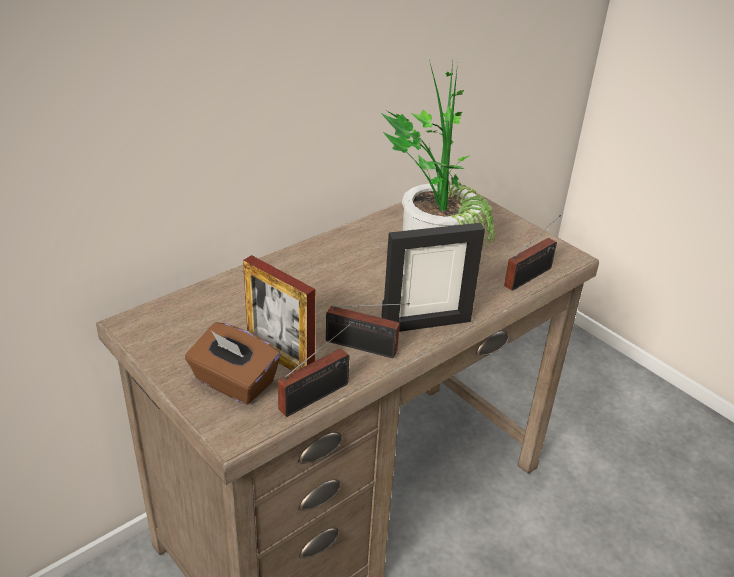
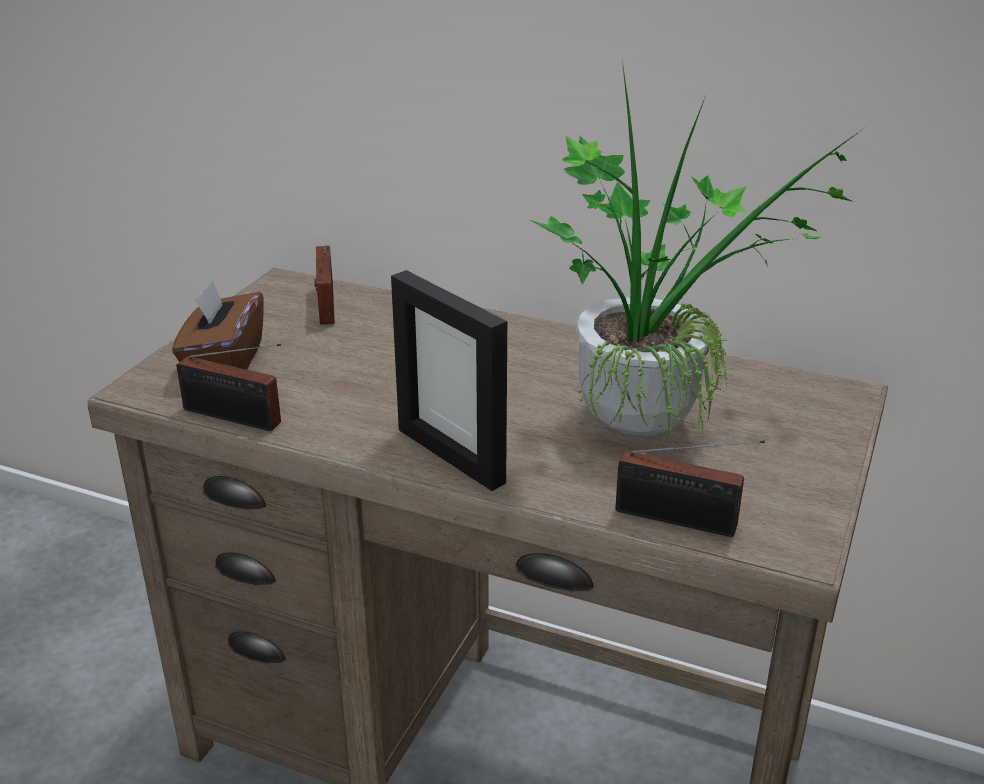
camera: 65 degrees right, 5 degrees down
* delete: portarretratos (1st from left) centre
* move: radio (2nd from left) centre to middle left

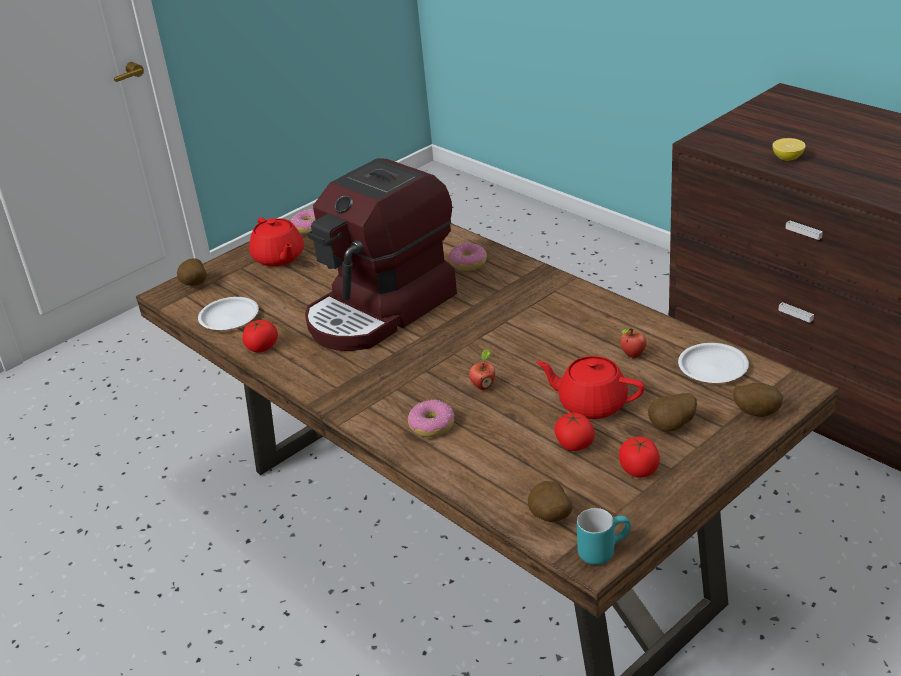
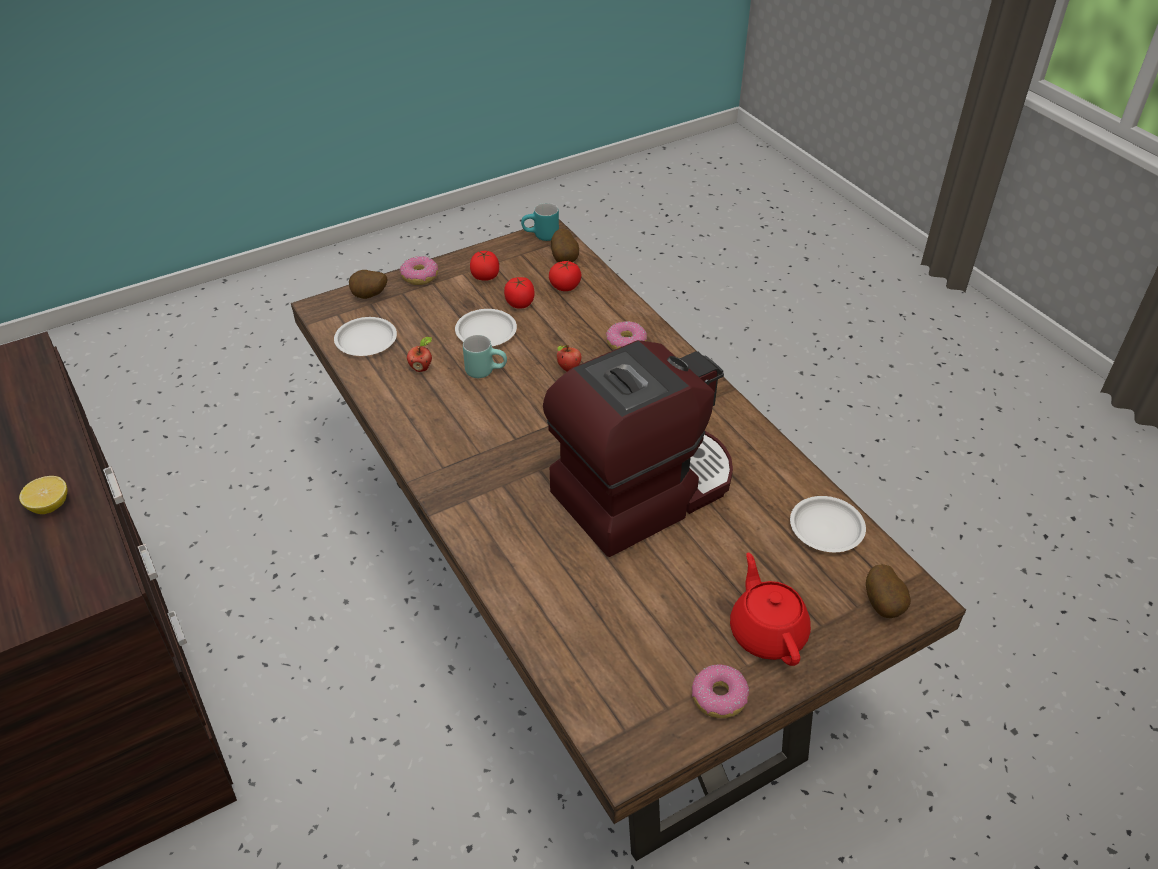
camera: 170 degrees left, 10 degrees up
* move: tomate (1st from left in the first image) middle left to tomate (3rd from left) top centre
* move: rosquilla (3rd from left in the first image) centre to rosquilla (1st from left) top centre
* replace: tetera/rojo (2nd from left) centre to plato/blanco (2nd from left) centre
* delete: patata (3rd from left) middle right
* insert: taza grande/turquesa (1st from left) centre

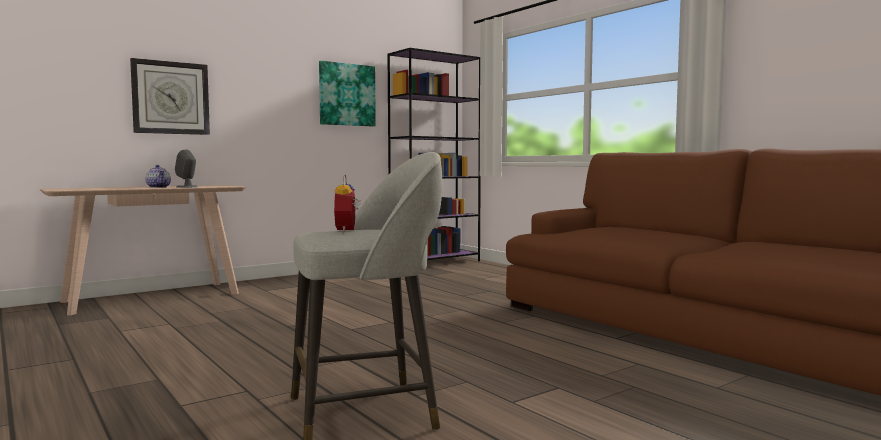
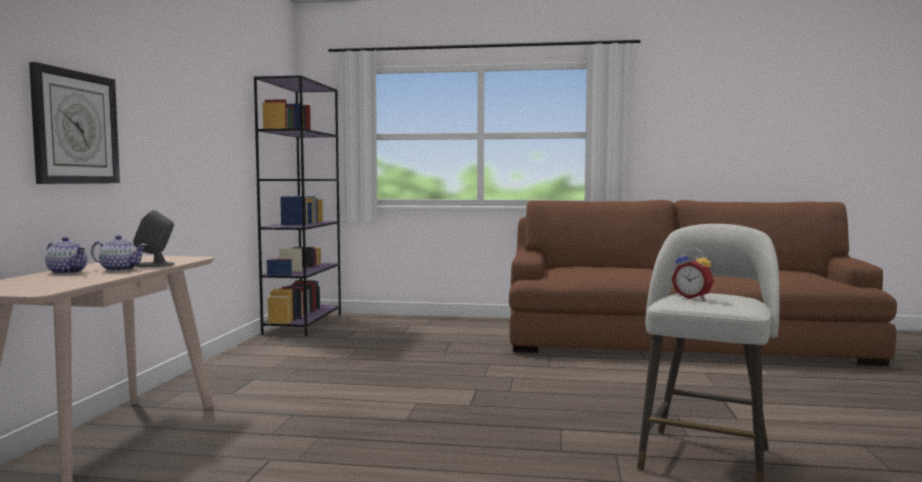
camera: 45 degrees left, 0 degrees up
* delete: cuadro top centre
* insert: tetera (1st from left) middle left

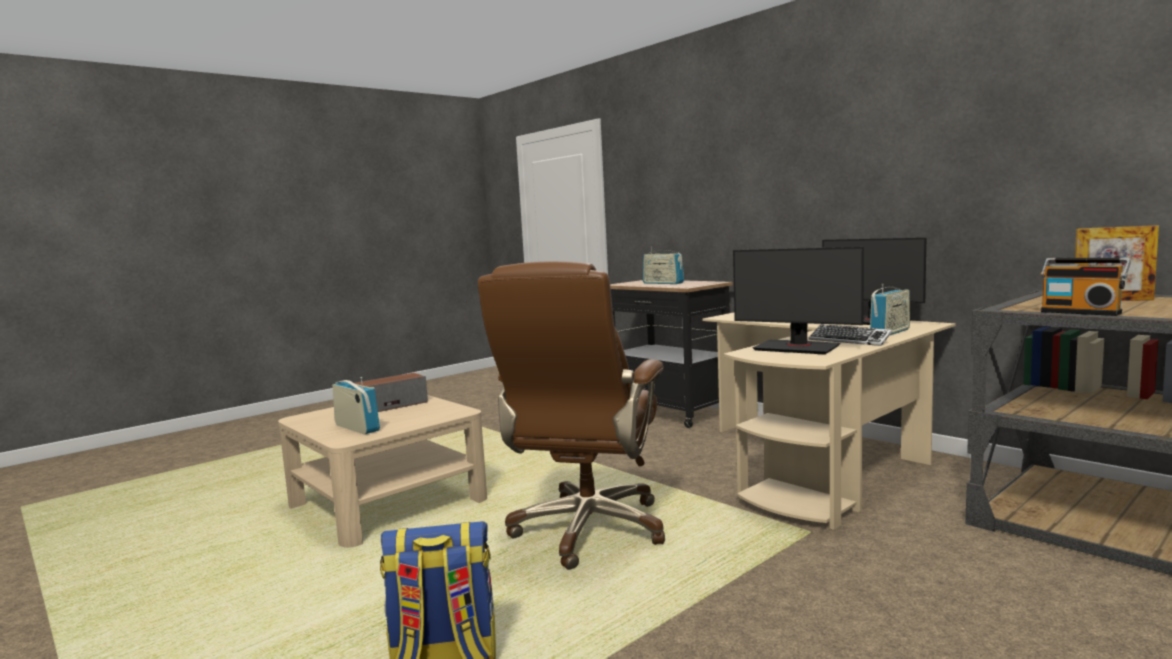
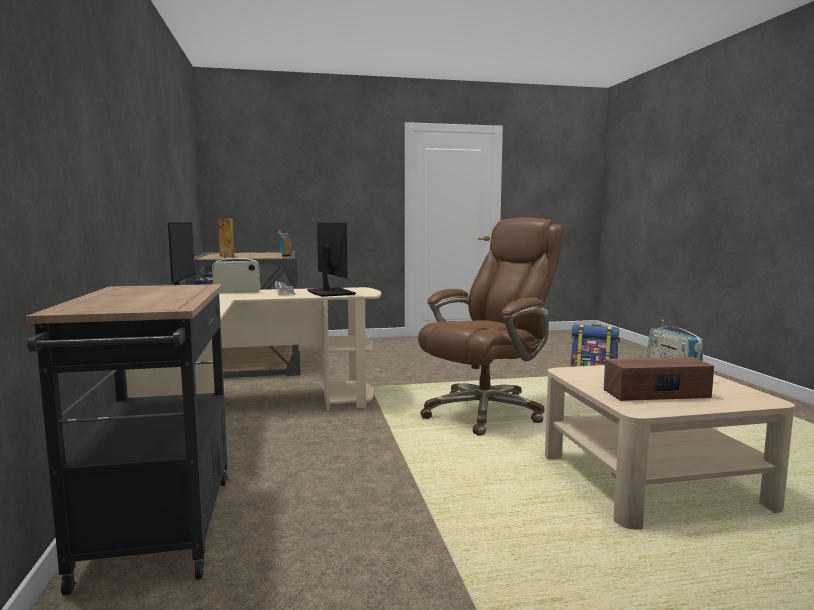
camera: 150 degrees left, 0 degrees up
* delete: radio (2nd from left) centre

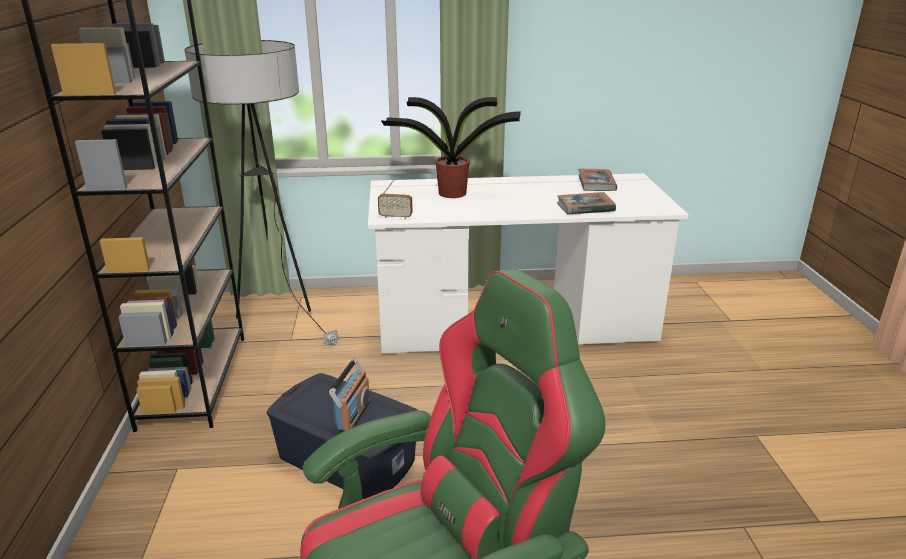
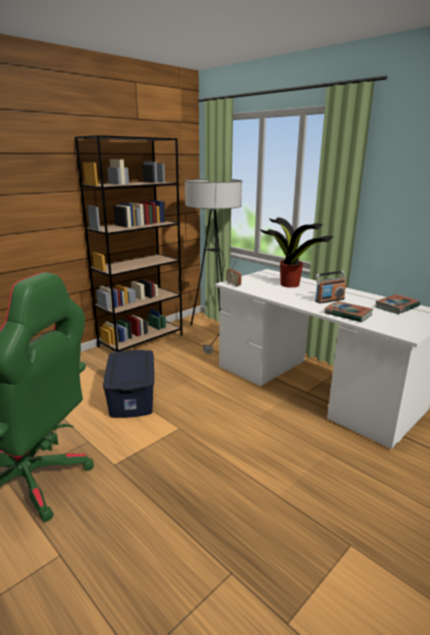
camera: 50 degrees right, 5 degrees down
* move: radio (1st from left in the first image) bottom centre to radio (2nd from left) middle right

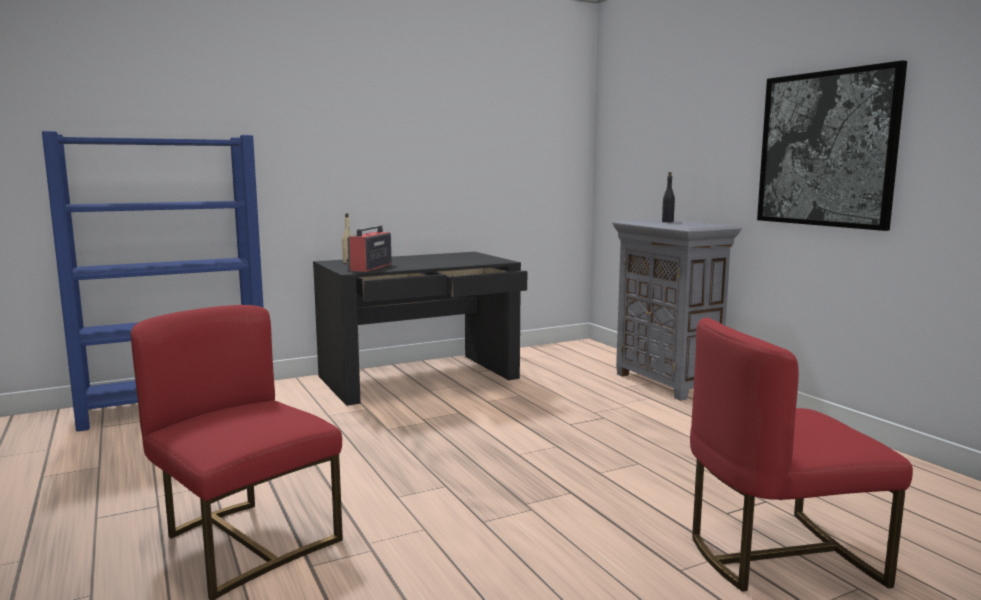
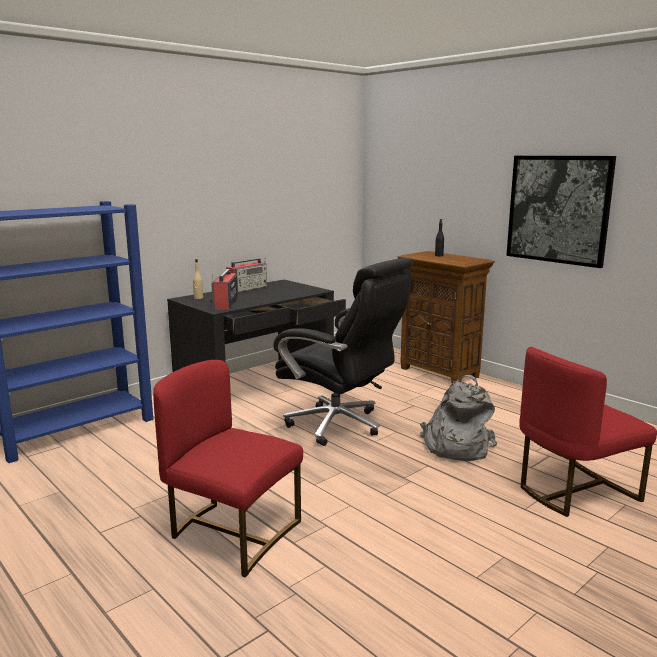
camera: 15 degrees left, 5 degrees up
* recolor: armario/gris middle right to armario/marrón middle right
* insert: radio (2nd from left) centre
* insert: silla de oficina/negro centre
* insert: mochila/gris middle right

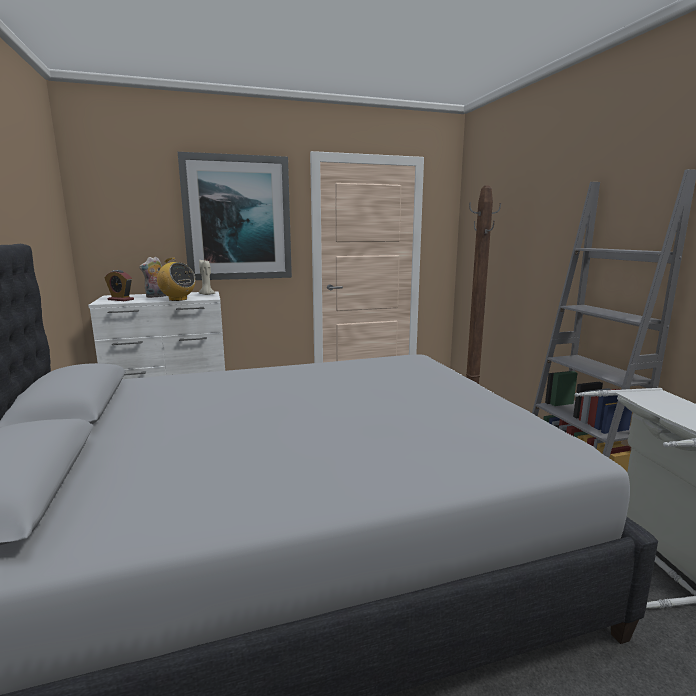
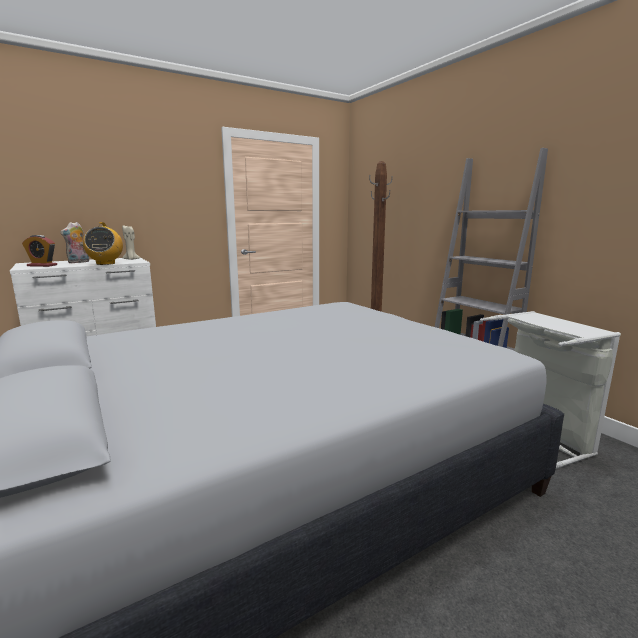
camera: 15 degrees left, 0 degrees up
* rotate: radio middle left = middle left 60 degrees clockwise
* delete: cuadro top centre

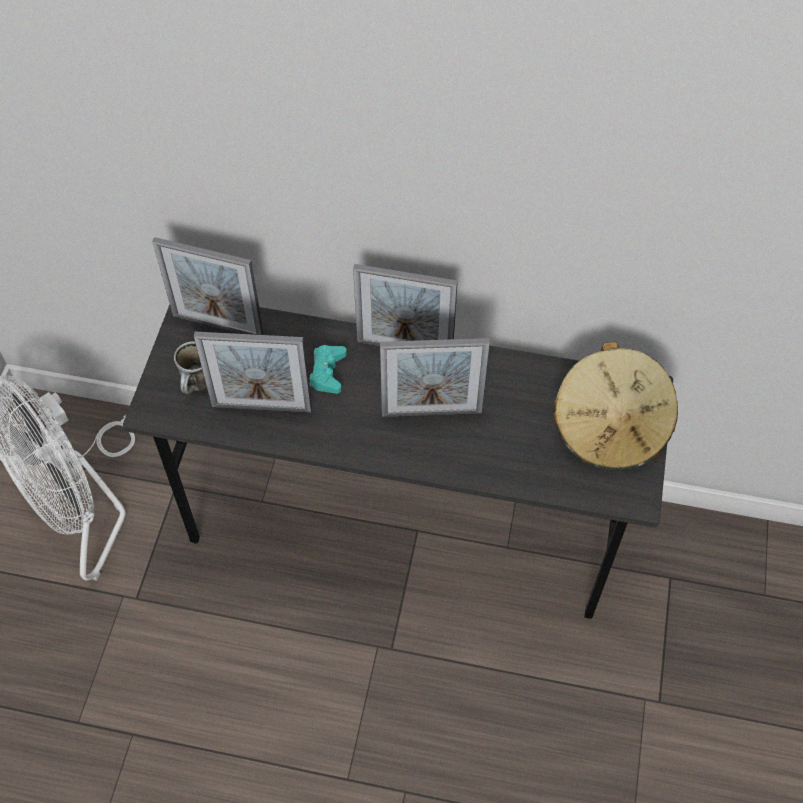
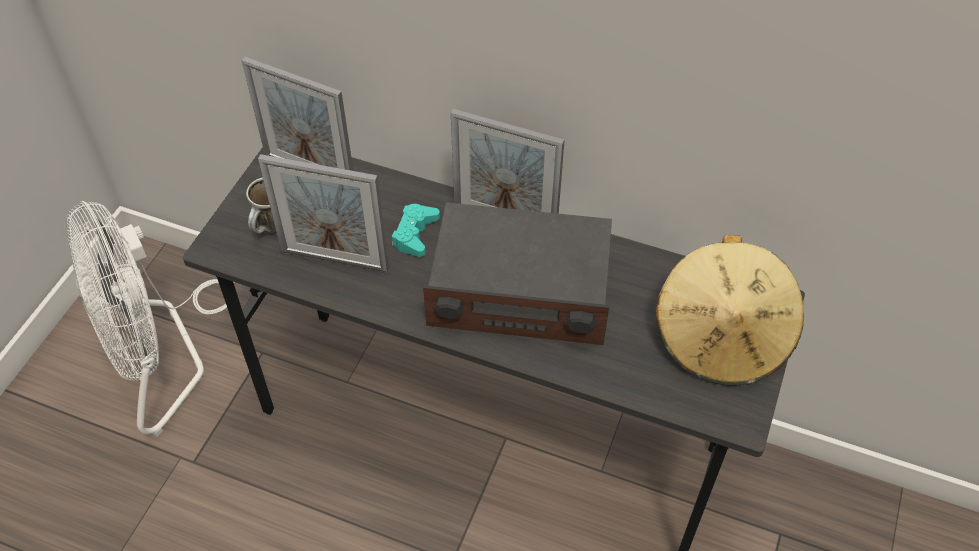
camera: 10 degrees right, 5 degrees down
* replace: portarretratos (4th from left) centre to radio centre

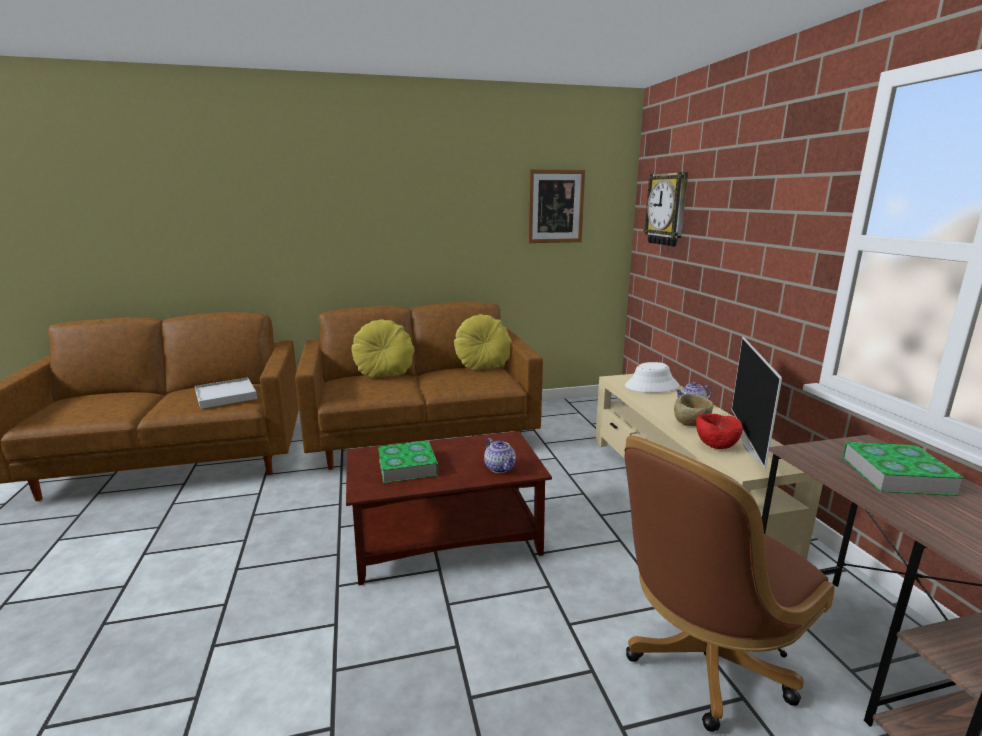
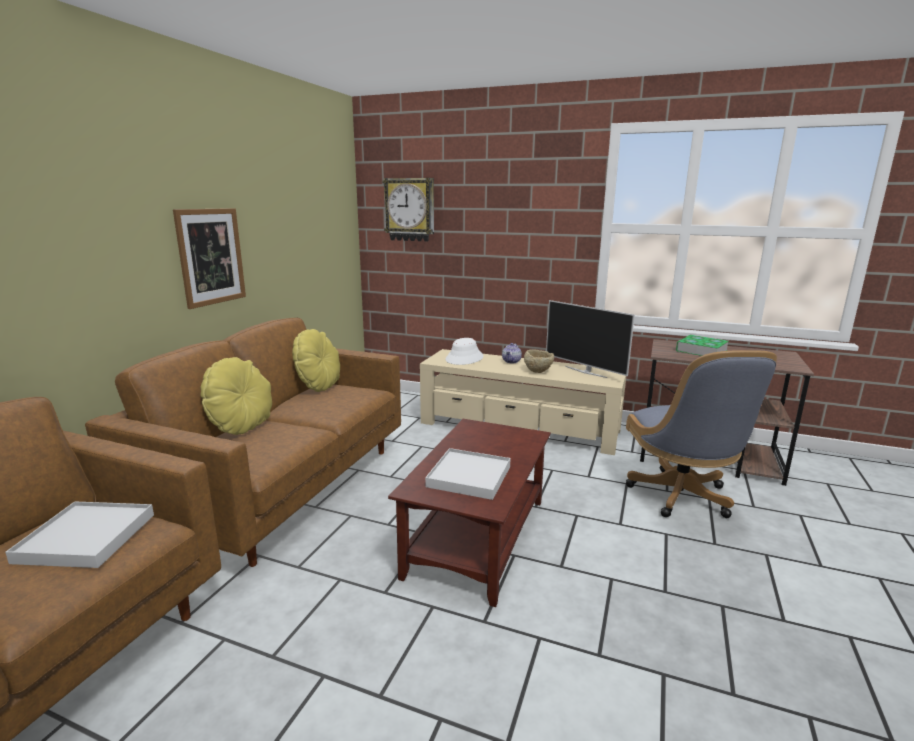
camera: 55 degrees left, 0 degrees up
* replace: libro (1st from left) centre to bandeja/blanco (2nd from left) centre
* delete: tetera (1st from left) centre
* move: cuadro top centre to middle left
* recolor: silla de oficina/marrón bottom right to silla de oficina/azul middle right
* delete: cuenco/rojo middle right

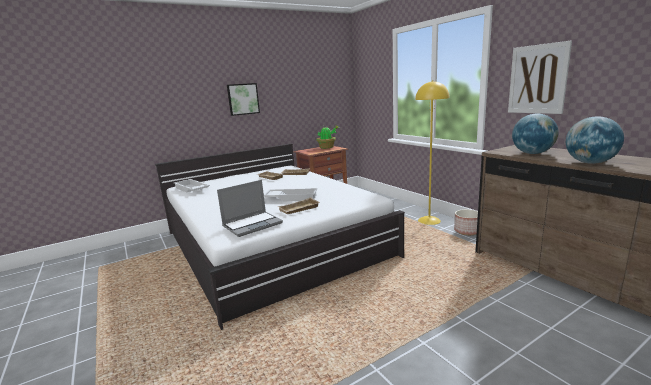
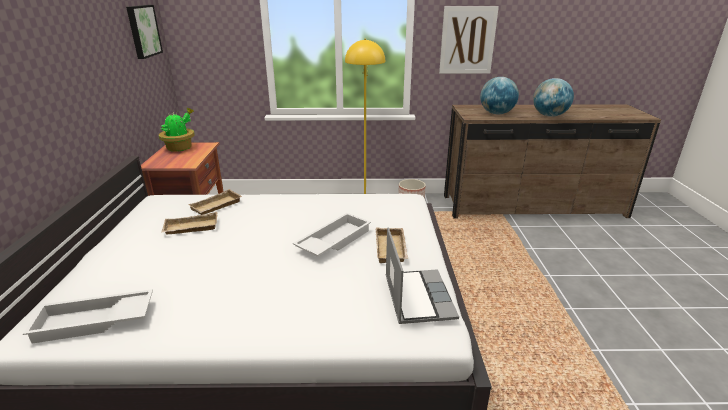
camera: 60 degrees left, 10 degrees up
* move: cuadro (1st from left) top centre to top left

